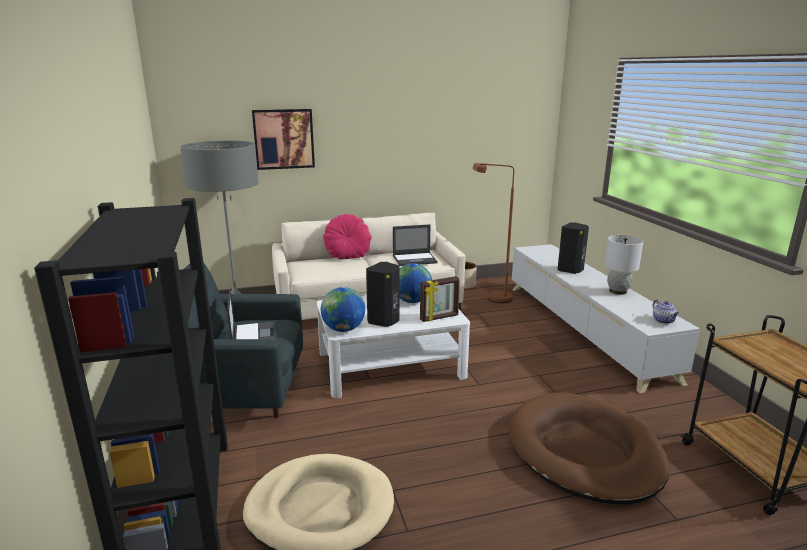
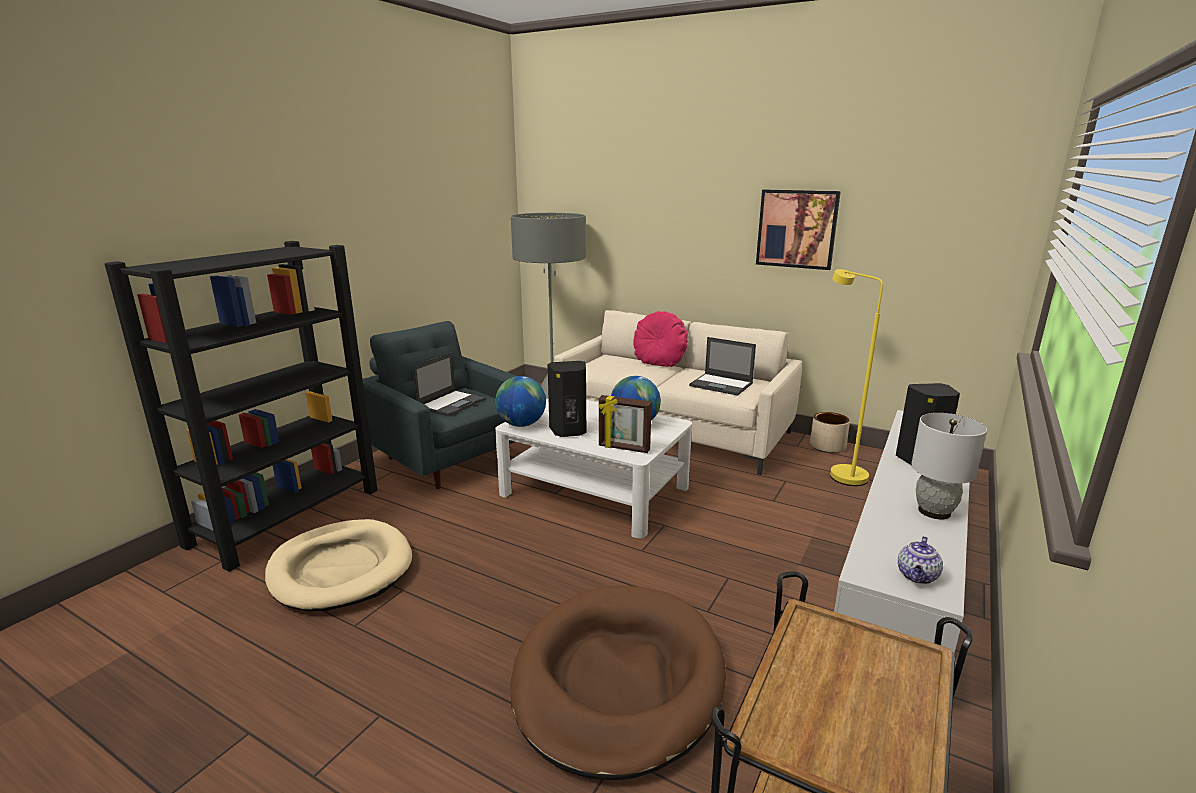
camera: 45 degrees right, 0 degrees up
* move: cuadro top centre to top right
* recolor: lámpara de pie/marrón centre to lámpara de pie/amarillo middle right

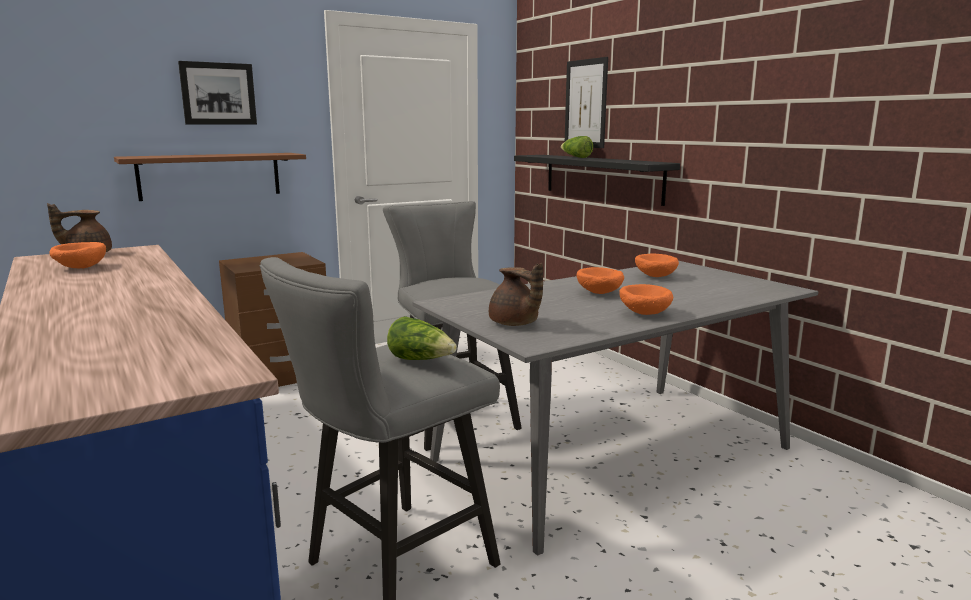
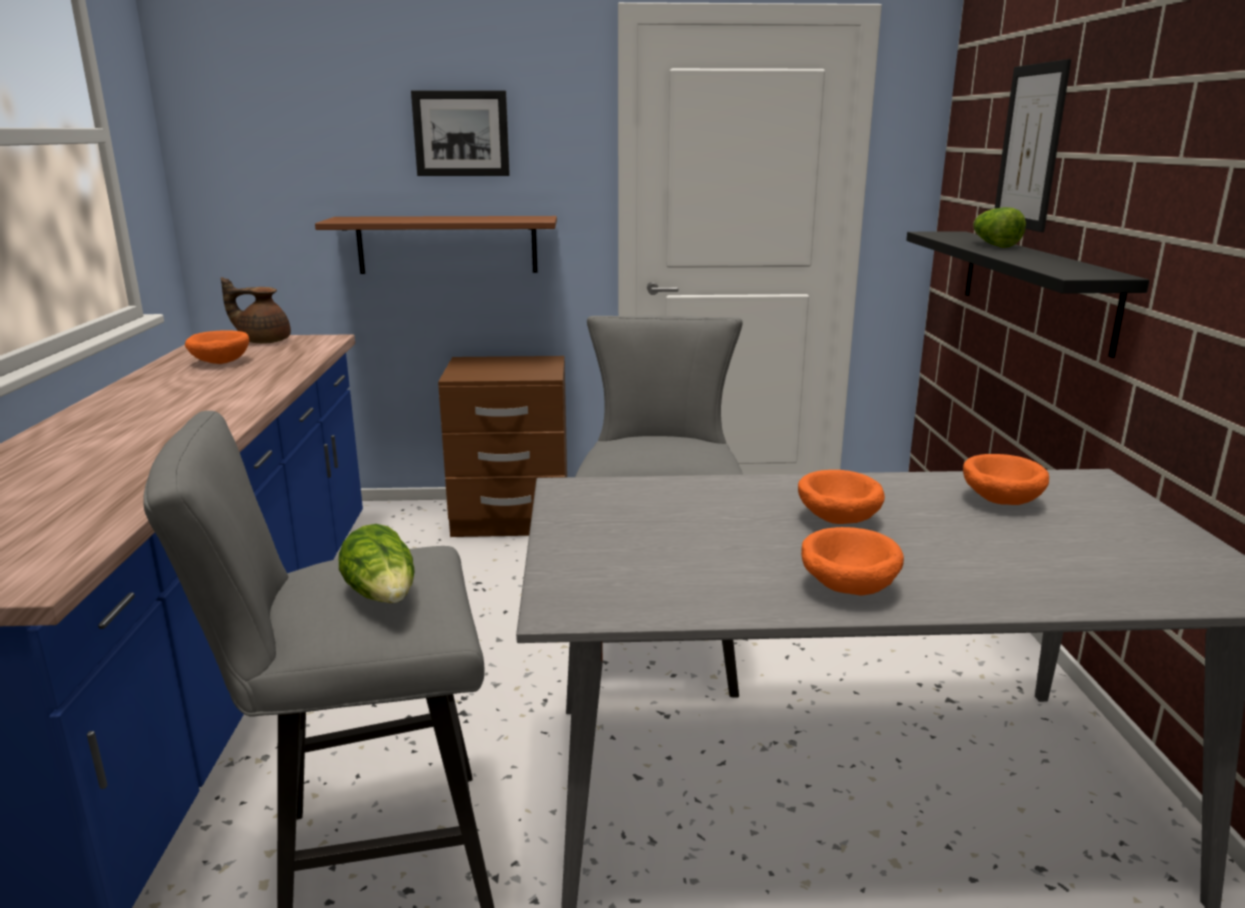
camera: 30 degrees right, 5 degrees up
* delete: tetera/marrón (2nd from left) centre

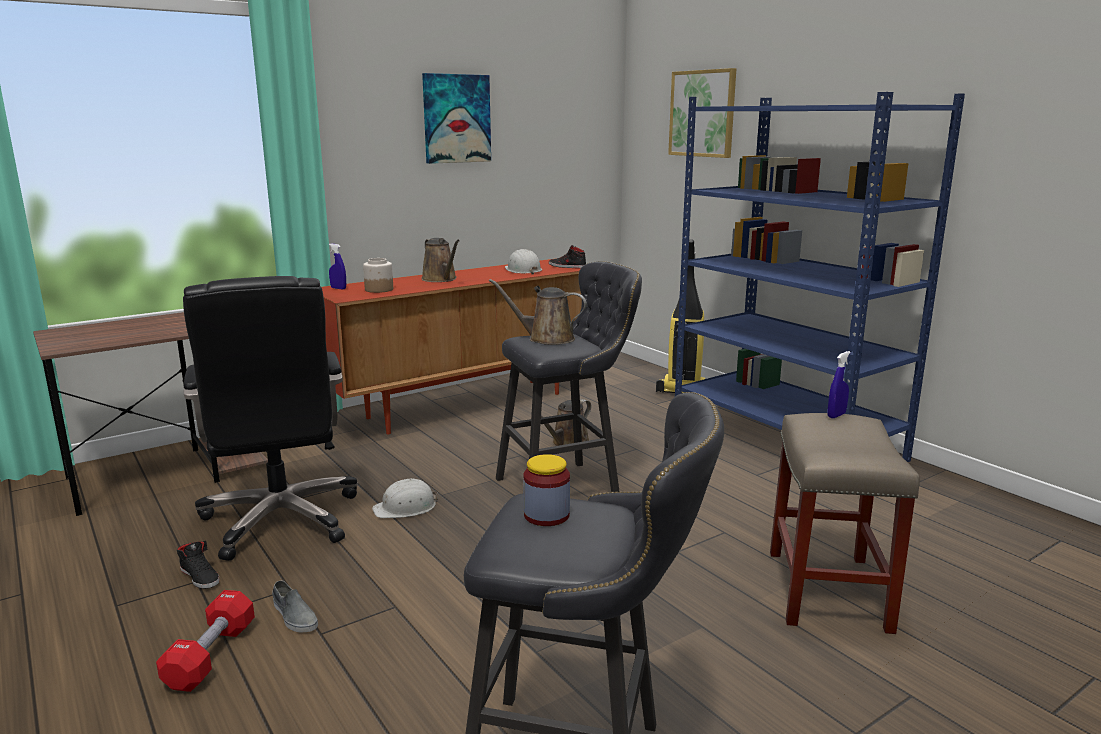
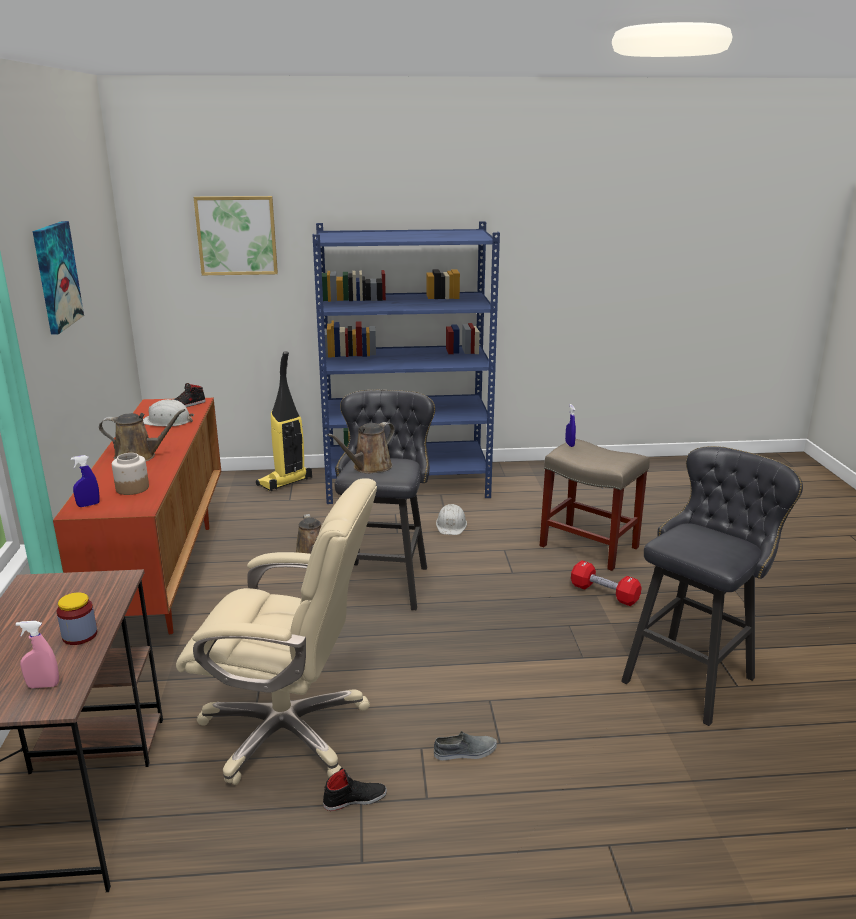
camera: 60 degrees left, 5 degrees up
* move: mancuerna/rojo bottom left to middle right
* recolor: silla de oficina/negro middle left to silla de oficina/beis bottom left
* move: casco/blanco (1st from left in the first image) bottom centre to casco/blanco (2nd from left) centre
* move: tarro (2nd from left in the first image) bottom centre to tarro (1st from left) bottom left
* insert: pulverizador/rosa bottom left

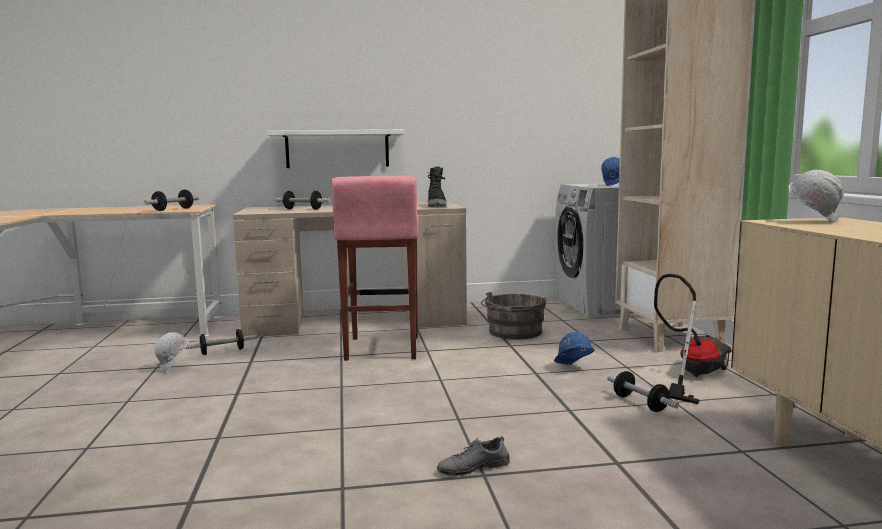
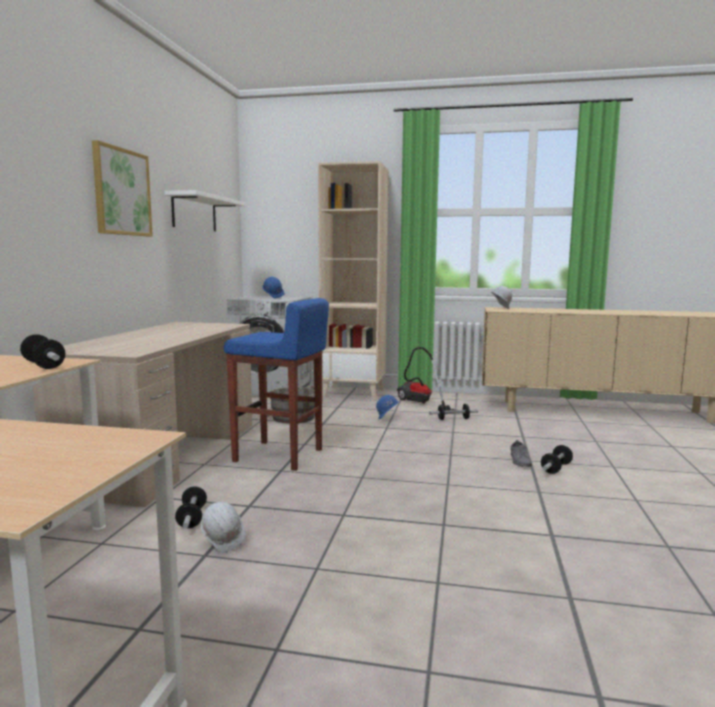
camera: 70 degrees left, 0 degrees up
* move: estante/blanco top centre to top left
* move: mancuerna (3rd from left in the first image) centre to mancuerna (4th from left) middle right
* recolor: taburete/rosa centre to taburete/azul centre
* delete: bota/negro centre
* insert: cuadro top left

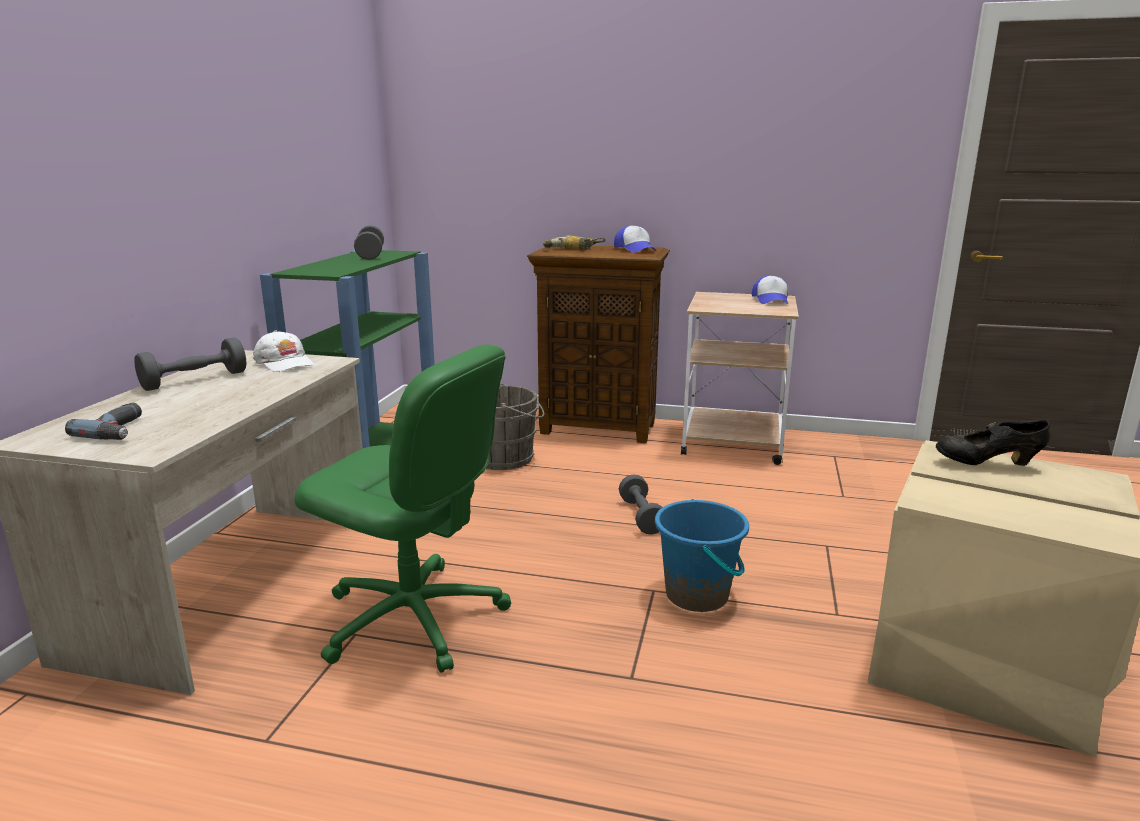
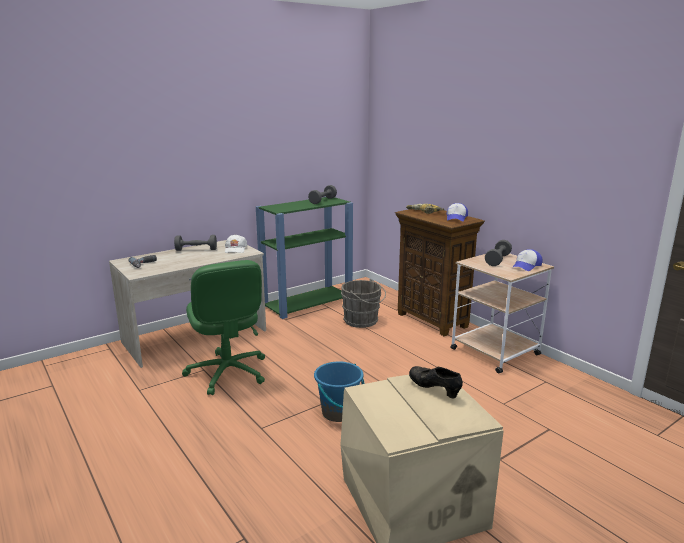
camera: 40 degrees right, 0 degrees up
* move: mancuerna/gris (3rd from left) centre to middle right

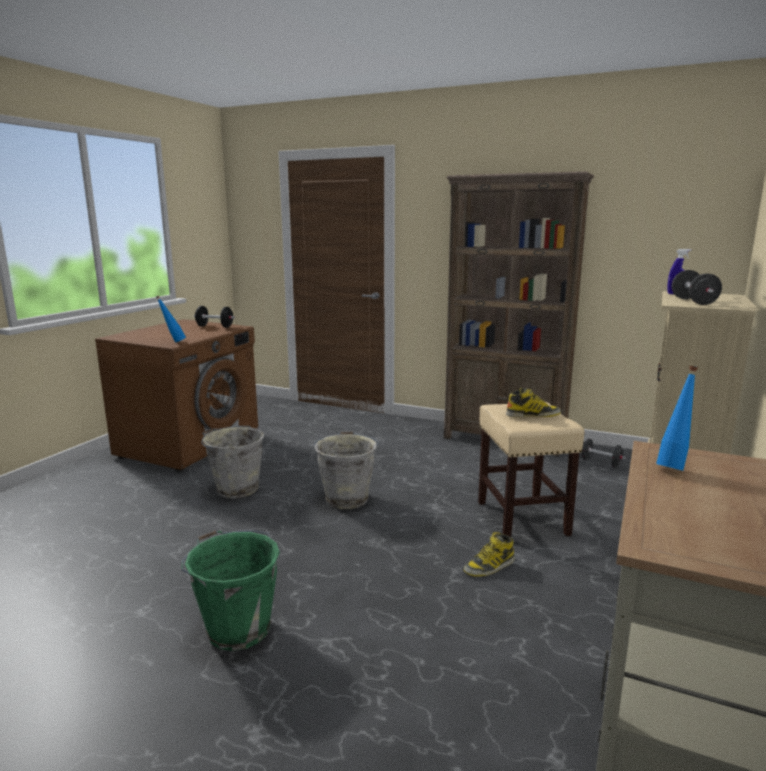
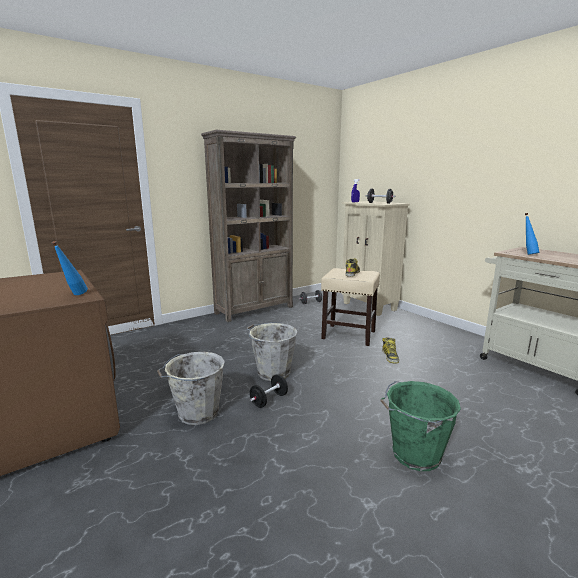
camera: 60 degrees left, 0 degrees up
* move: mancuerna/negro (1st from left) middle left to bottom centre

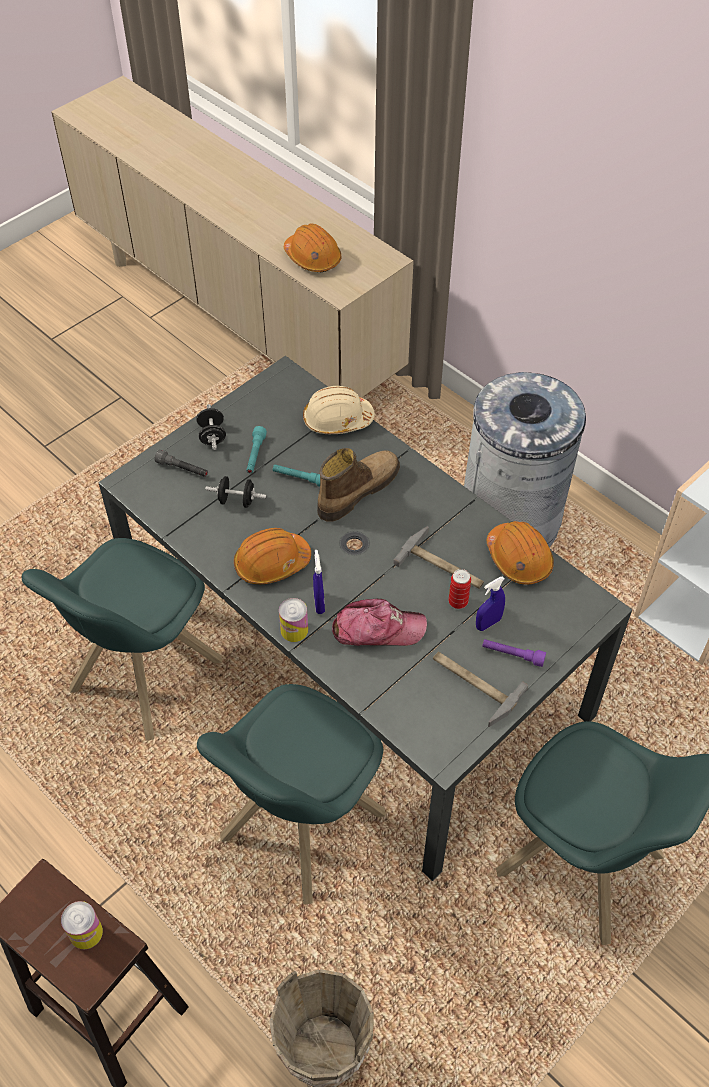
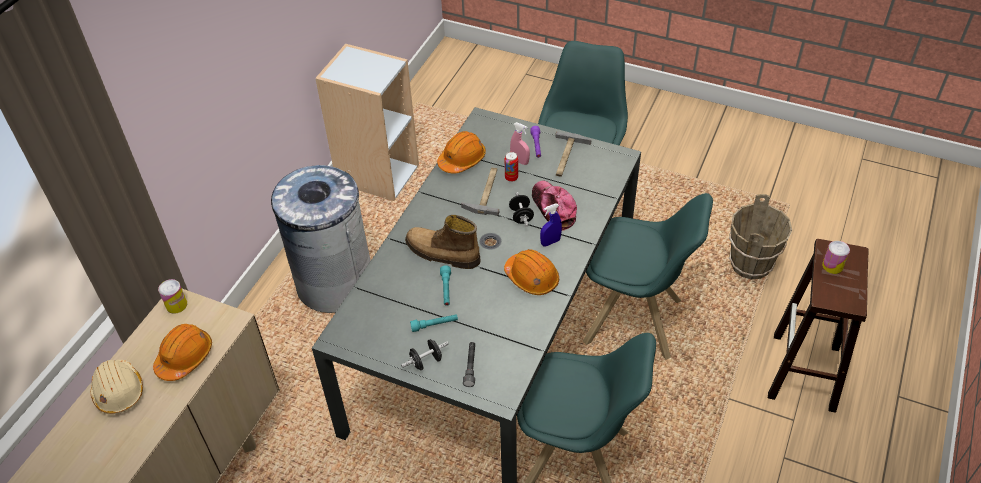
camera: 110 degrees left, 5 degrees down
* move: mancuerna/negro (2nd from left) middle left to centre
* move: lata (2nd from left in the first image) centre to lata (1st from left) middle left
* move: casco/beis centre to bottom left
* recolor: pulverizador/azul (2nd from left) middle right to pulverizador/rosa top centre

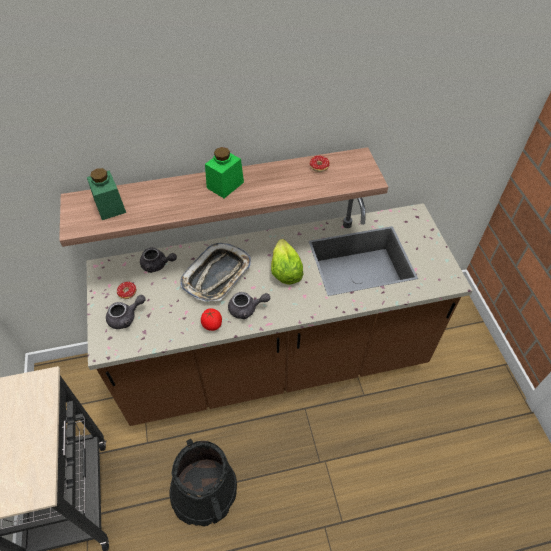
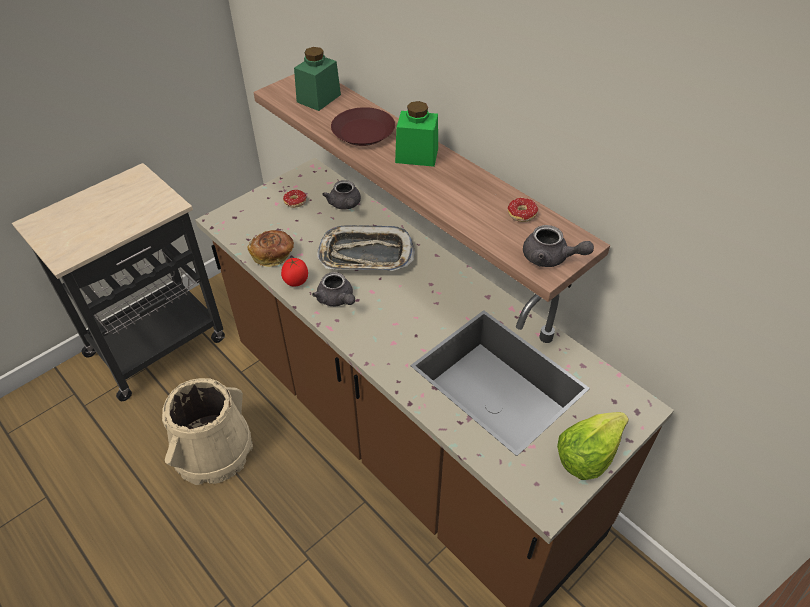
camera: 60 degrees right, 5 degrees down
* move: tetera/gris (1st from left in the first image) middle left to tetera/gris (3rd from left) middle right
* recolor: cubo/negro bottom centre to cubo/beis bottom left
* move: lechuga centre to bottom right
* insert: pan centre
* insert: plato/marrón top centre

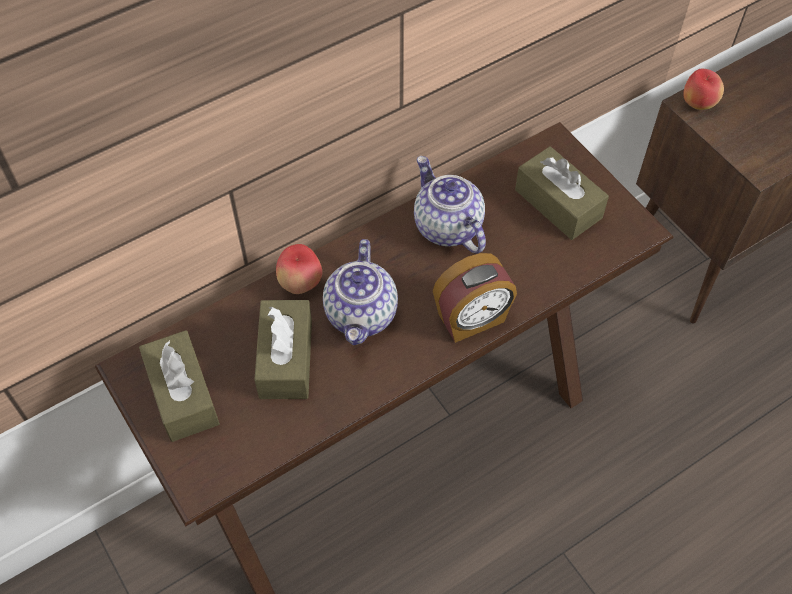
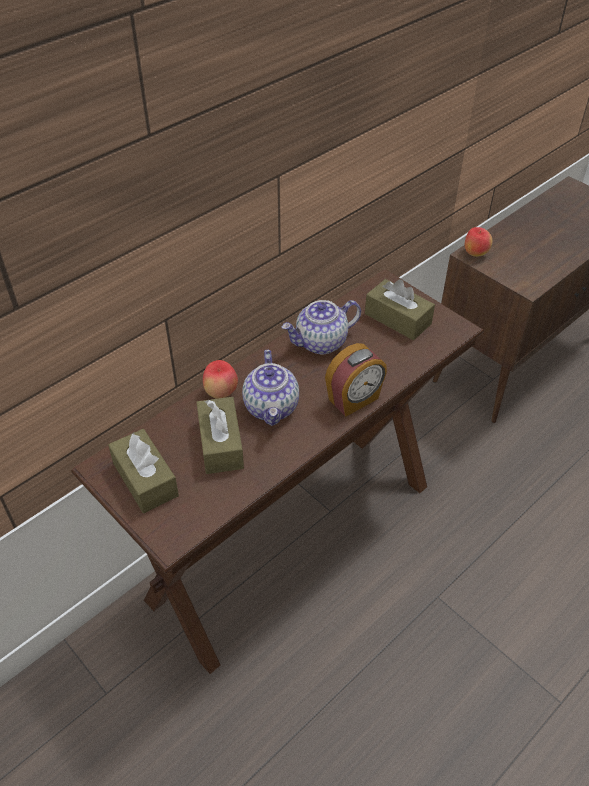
camera: 10 degrees left, 10 degrees down
* rotate: tetera (2nd from left) centre = centre 75 degrees counterclockwise

